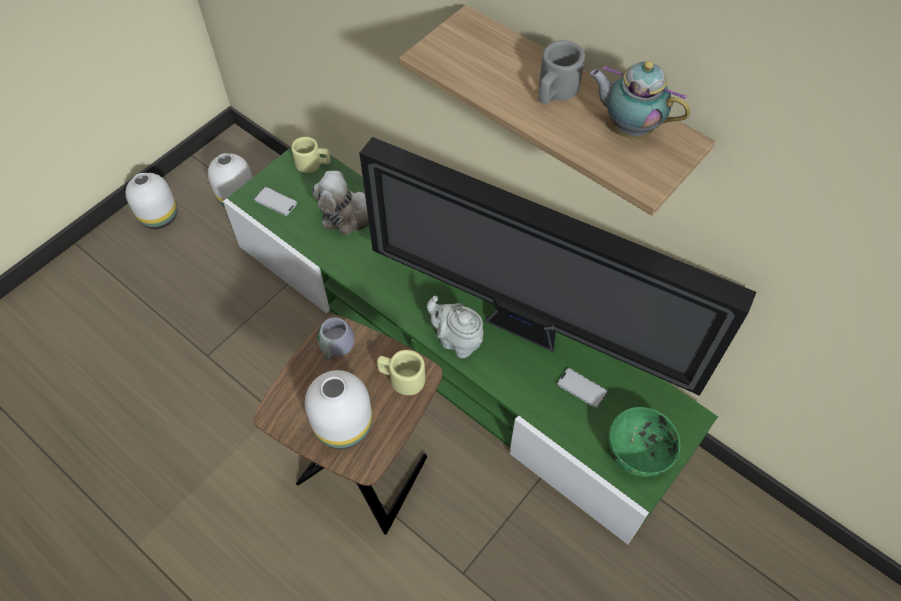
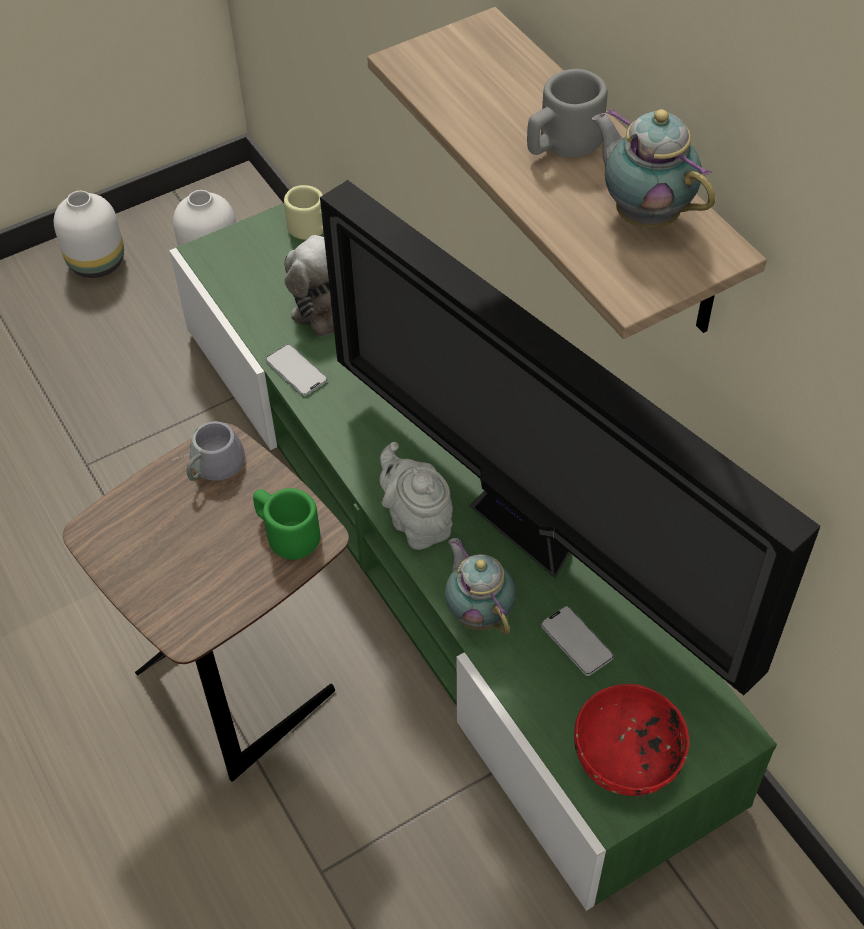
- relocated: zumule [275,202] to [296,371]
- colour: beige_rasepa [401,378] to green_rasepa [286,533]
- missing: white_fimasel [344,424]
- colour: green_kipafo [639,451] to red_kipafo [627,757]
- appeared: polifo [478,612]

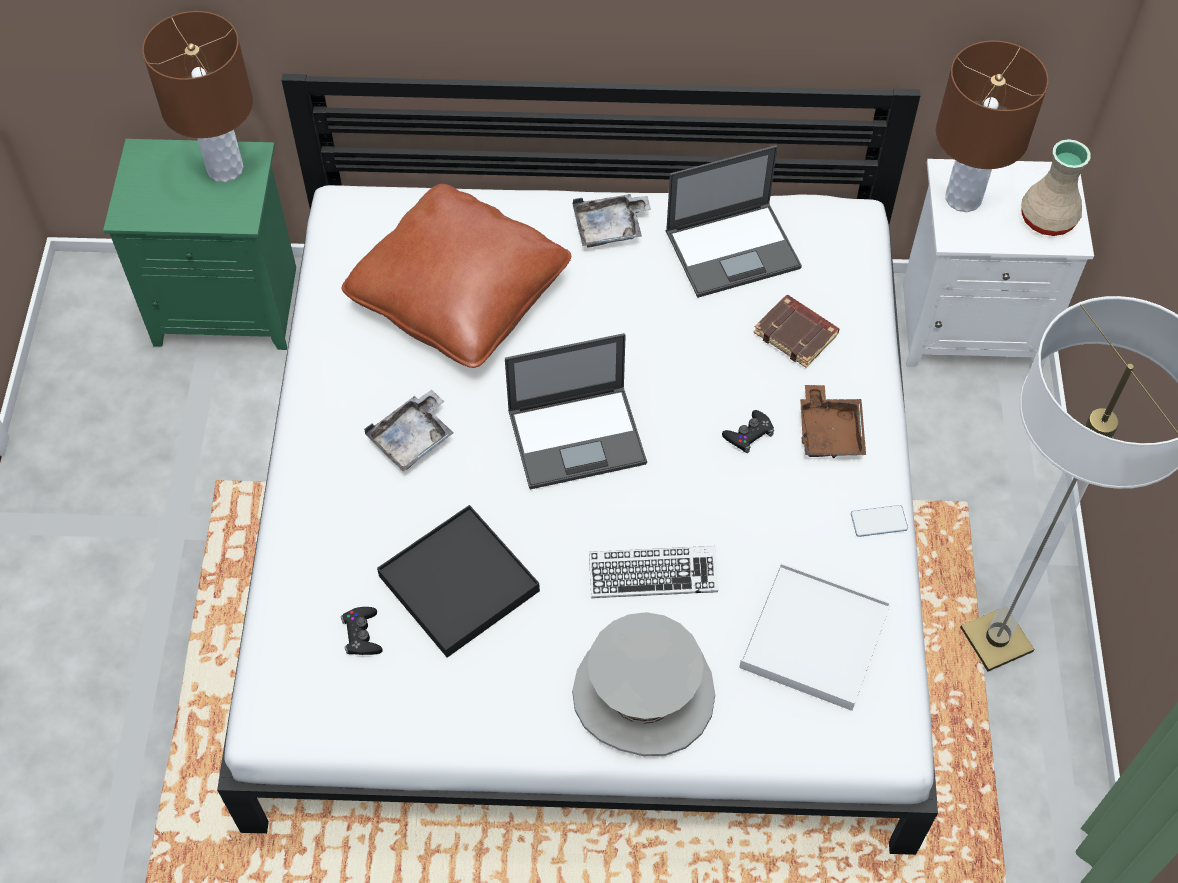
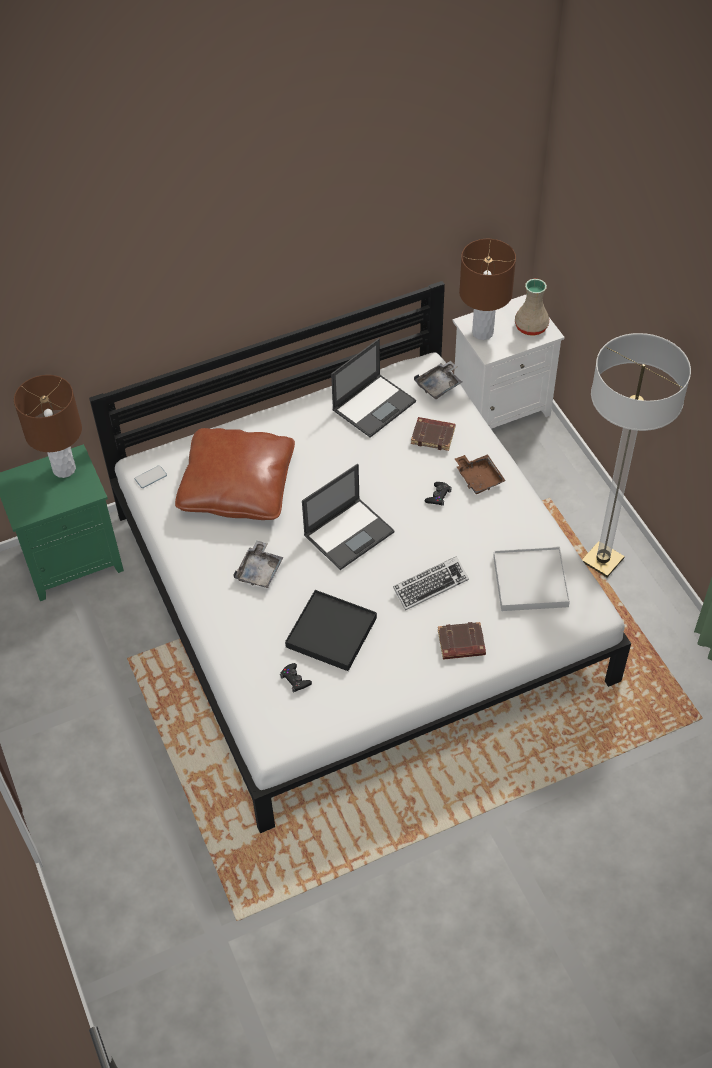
- relocated: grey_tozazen [610,228] to [439,385]
- relocated: zumule [879,521] to [150,477]
- exchanged: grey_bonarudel [643,693] to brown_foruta [461,644]

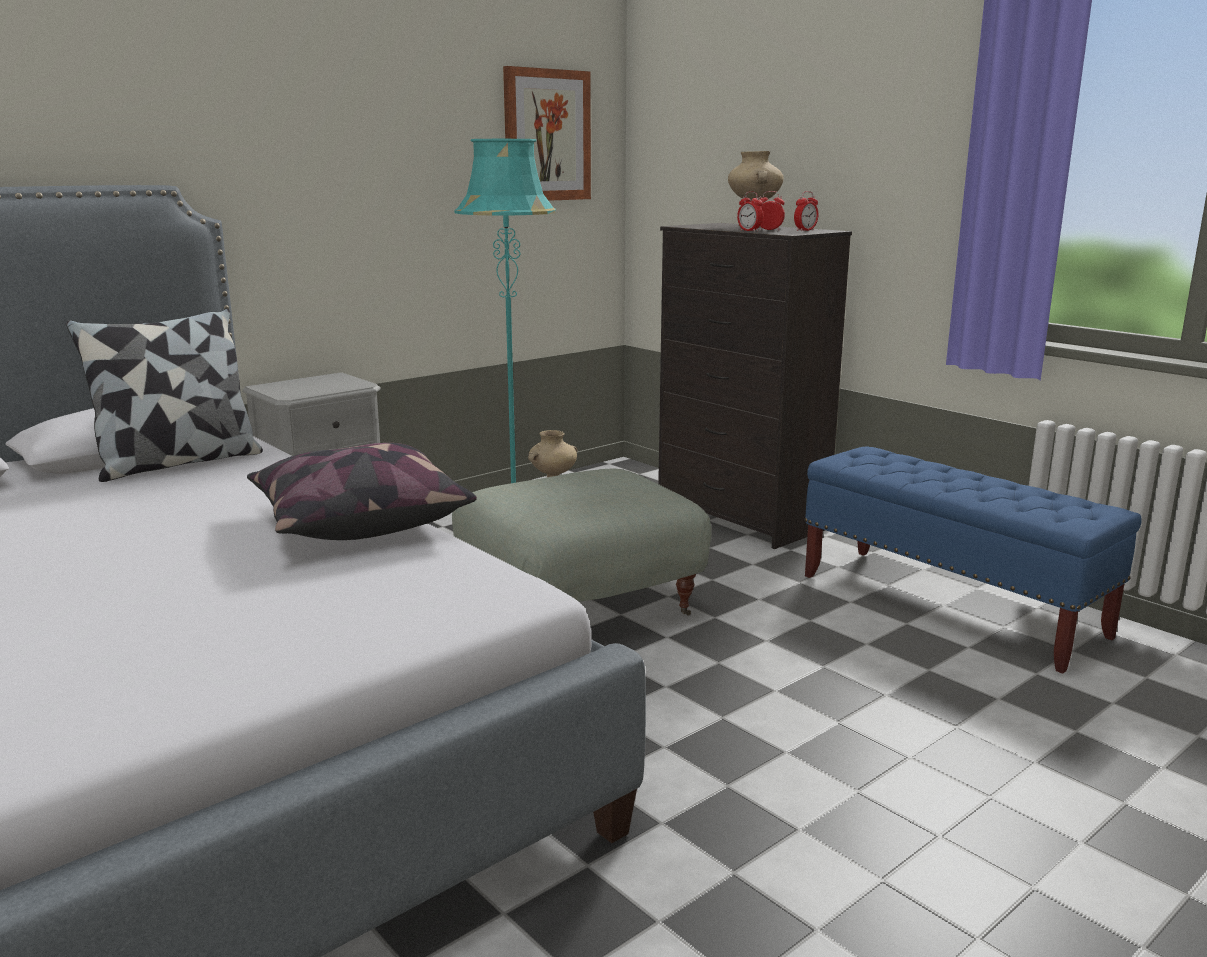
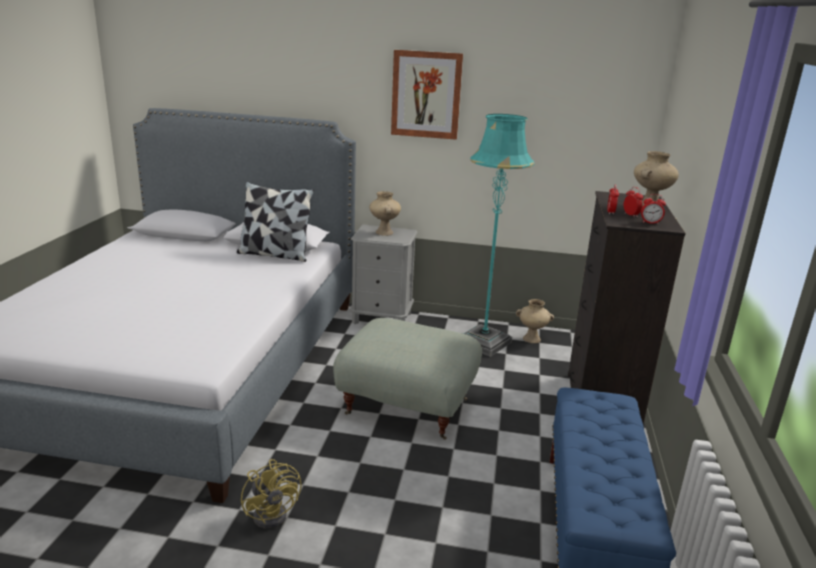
- relocated: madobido [546,135] to [426,94]
- missing: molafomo [358,521]
- appeared: beige_fimasel [383,232]
- appeared: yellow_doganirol [274,512]

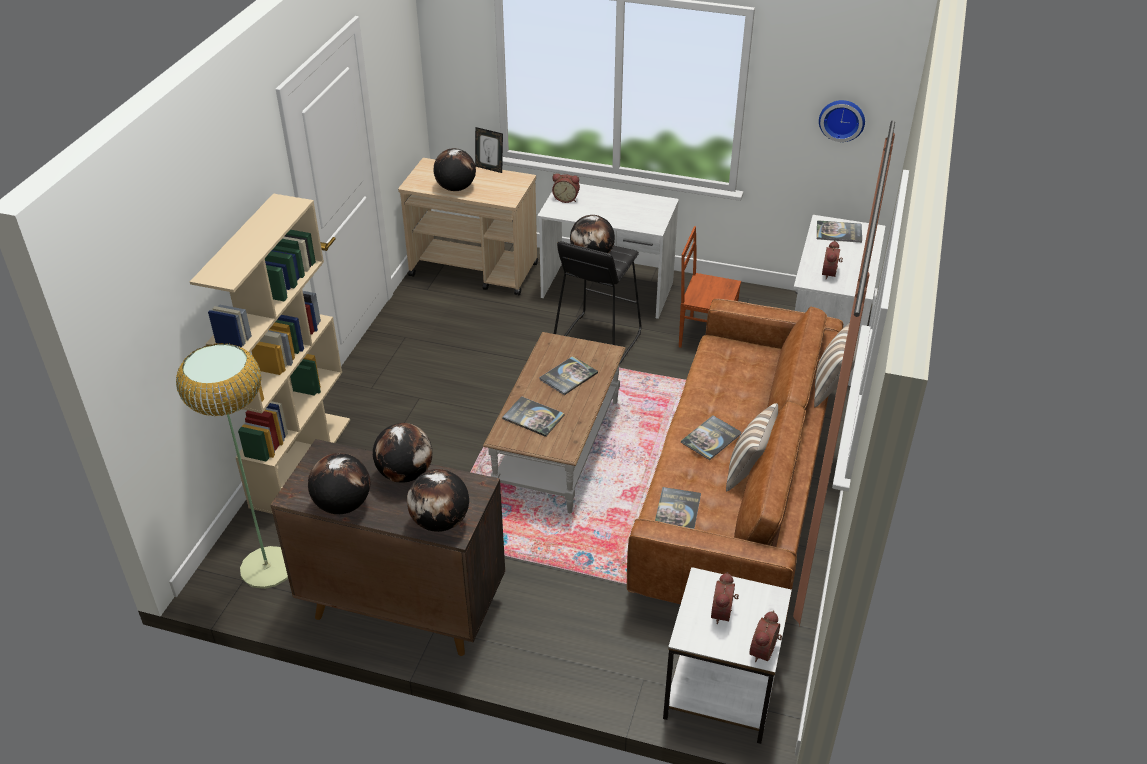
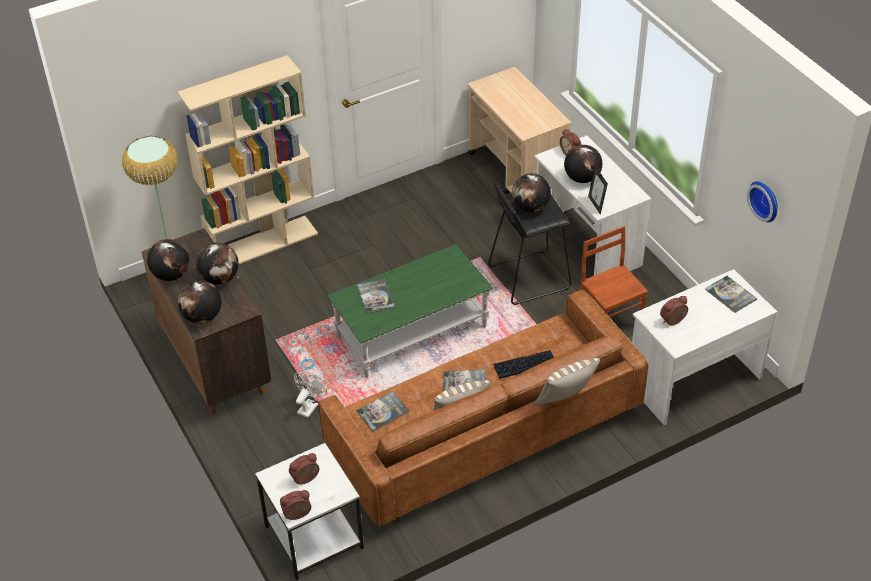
- relocated: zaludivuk [489,168] to [596,204]
- relocated: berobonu [455,188] to [581,178]
- colour: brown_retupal [558,448] to green_retupal [411,332]
- missing: foruta [568,376]
- appeared: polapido [524,365]
- appeared: white_doganirol [309,406]

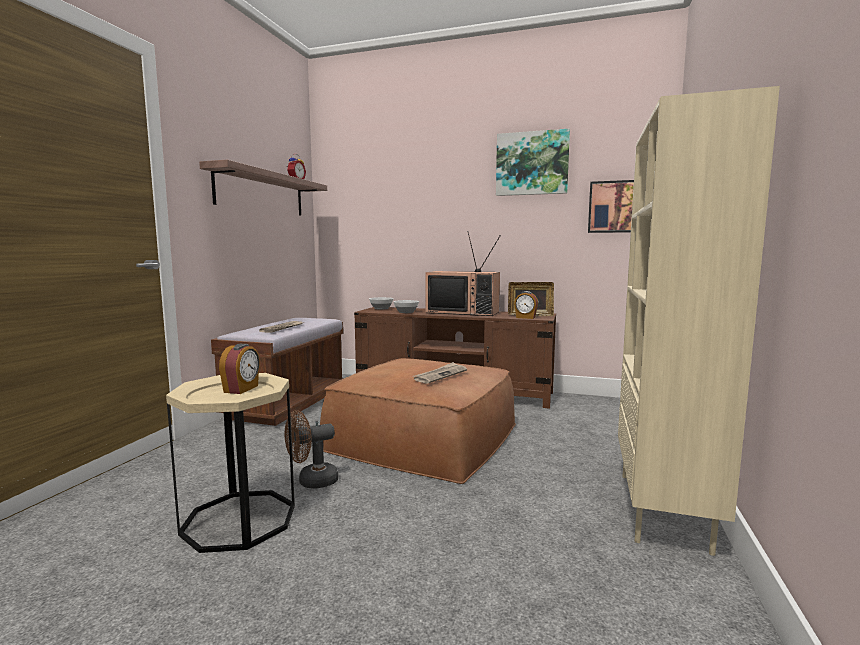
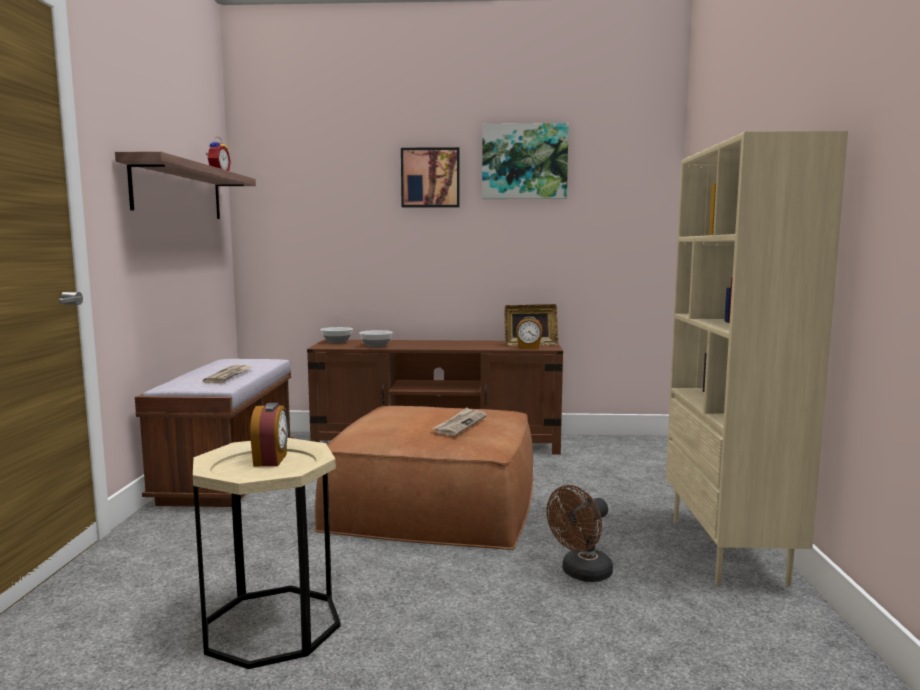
- relocated: madobido [615,207] to [430,178]
- missing: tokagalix [464,312]
- relocated: brown_doganirol [311,481] to [581,574]

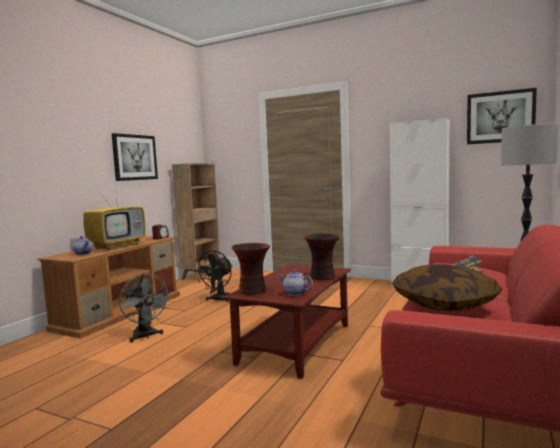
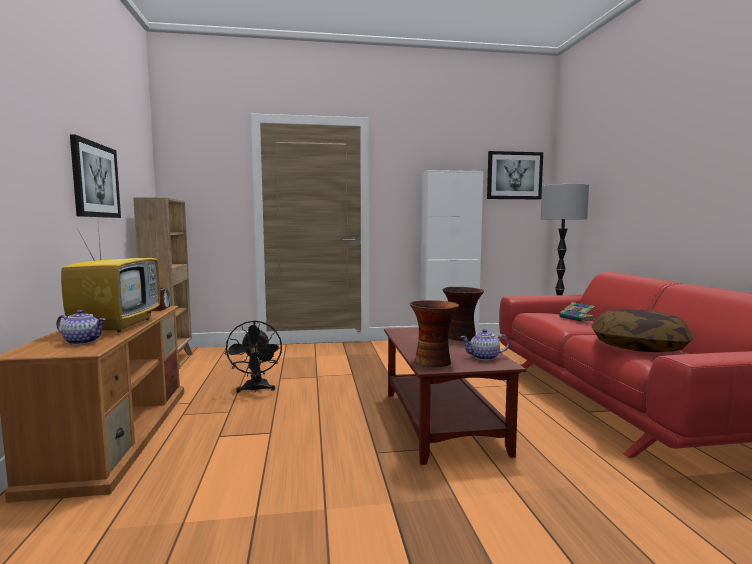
- missing: grey_doganirol [145,337]

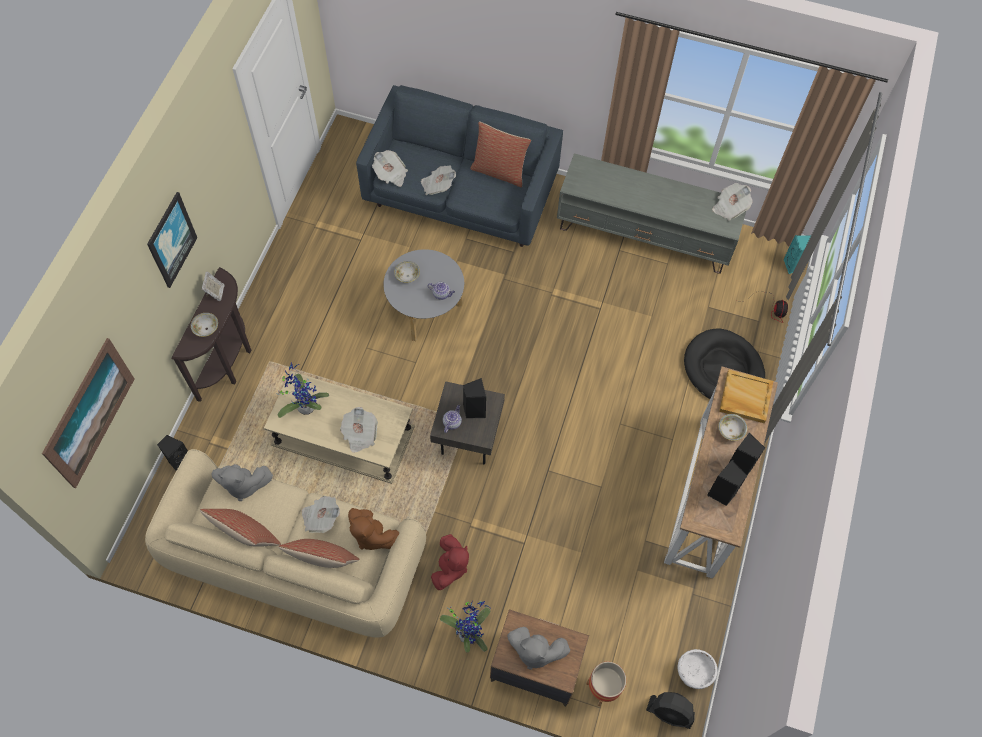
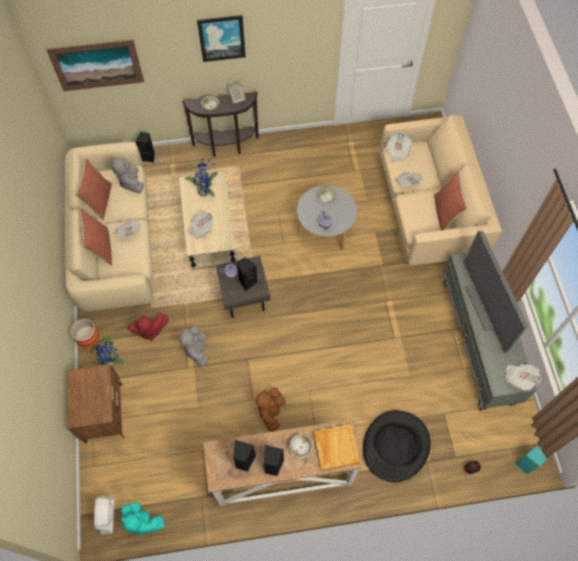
- colour: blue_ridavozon [460,194] to beige_ridavozon [428,209]
- relocated: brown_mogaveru [372,535] to [271,411]
- relocated: grey_mogaveru [534,651] to [197,350]
- exchanged: white_kipafo [693,672] to turquoise_mogaveru [142,521]
- relocated: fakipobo [603,689] to [91,342]
- colour: black_doganirol [670,712] to white_doganirol [107,516]
- appeared: tokagalix [486,306]

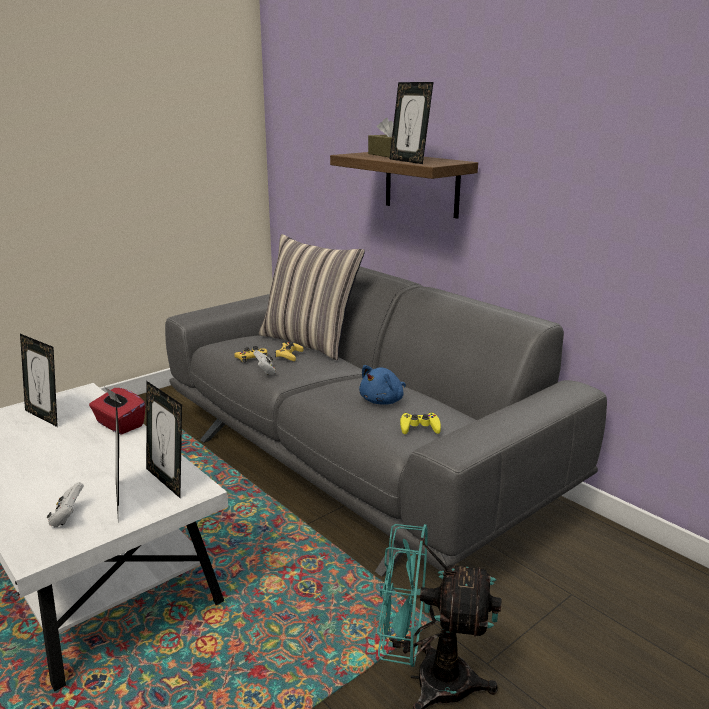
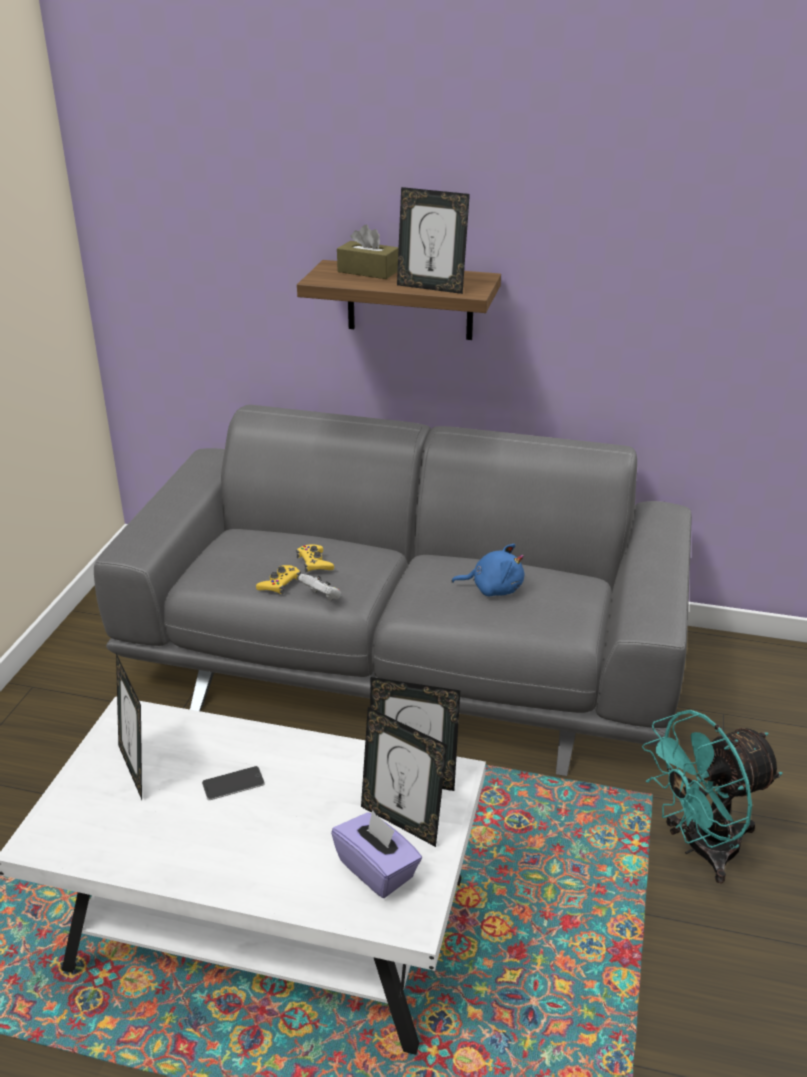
- missing: molafomo [309,342]
- spun: zaludivuk [45,416] = [136,769] 60 degrees clockwise
- spun: blue_mogaveru [383,401] = [493,588] 90 degrees counterclockwise
- missing: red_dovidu [119,424]
- missing: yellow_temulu [419,427]
- exchanged: white_temulu [67,517] to purple_dovidu [377,869]
- appeared: zumule [233,783]

